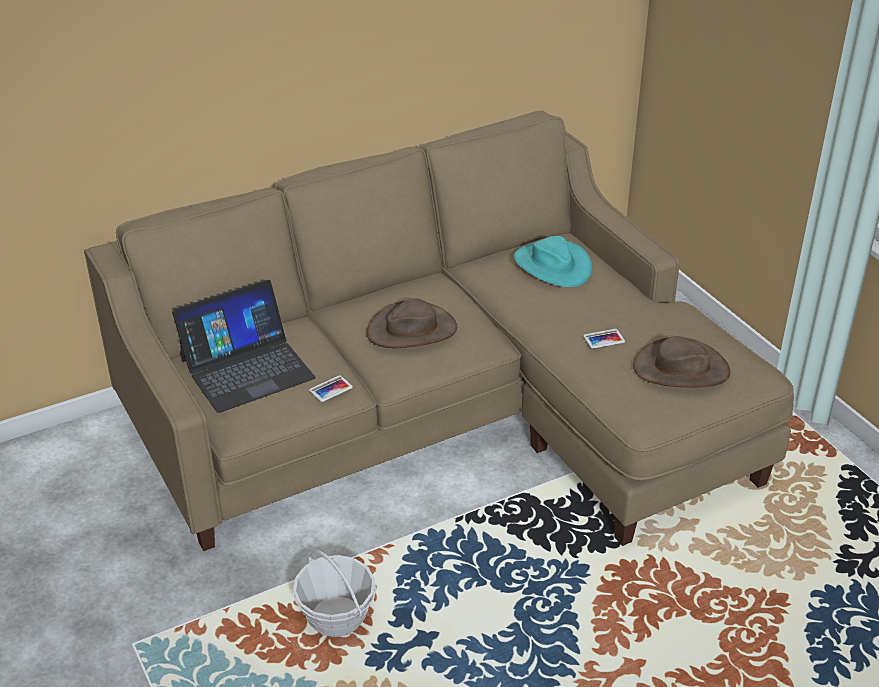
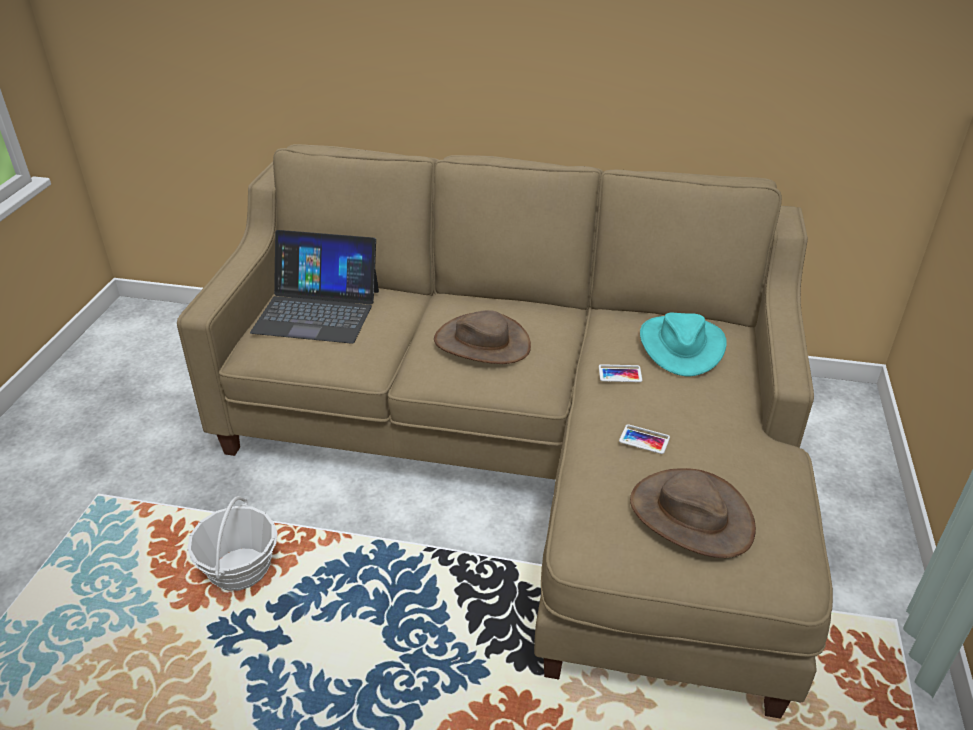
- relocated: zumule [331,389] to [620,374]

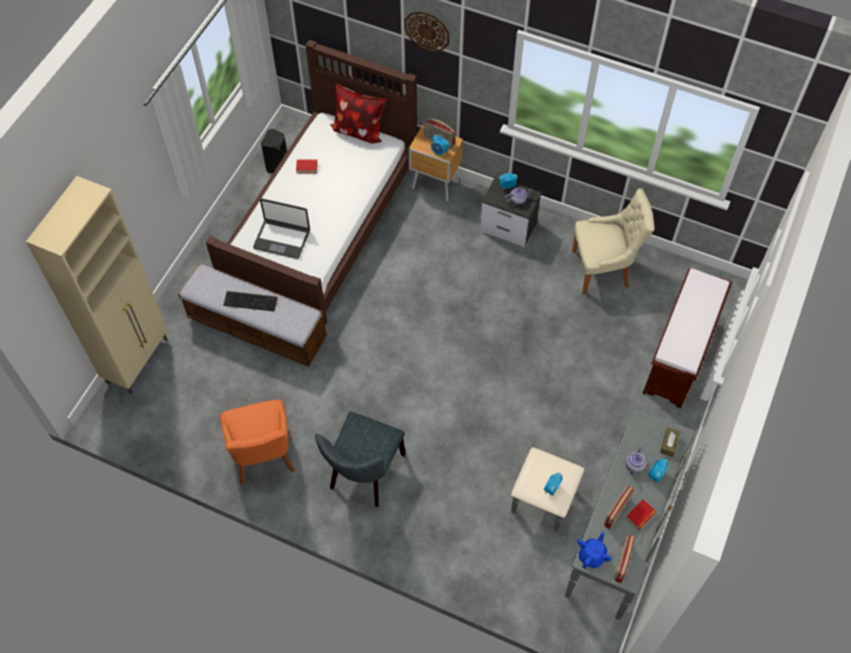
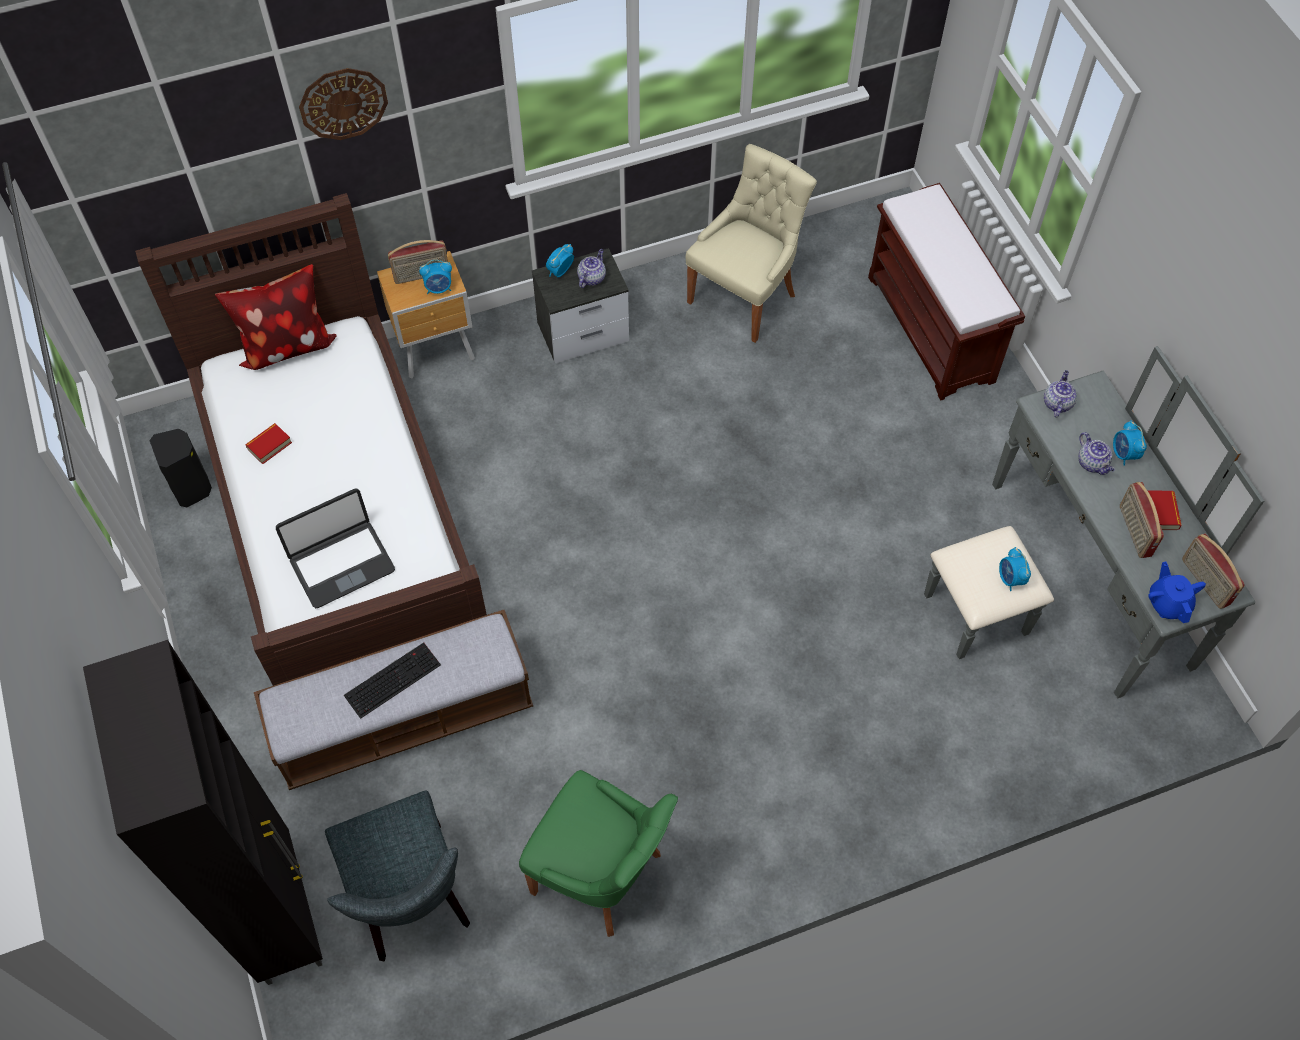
- colour: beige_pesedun [138,360] to black_pesedun [280,911]
- colour: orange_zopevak [263,457] to green_zopevak [601,874]
- relocated: grey_zopevak [364,475] to [411,900]
- missing: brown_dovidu [669,444]
- appeared: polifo [1057,403]

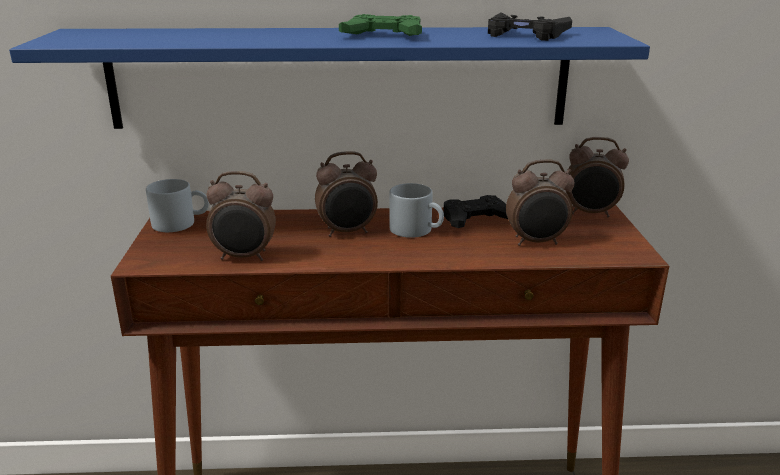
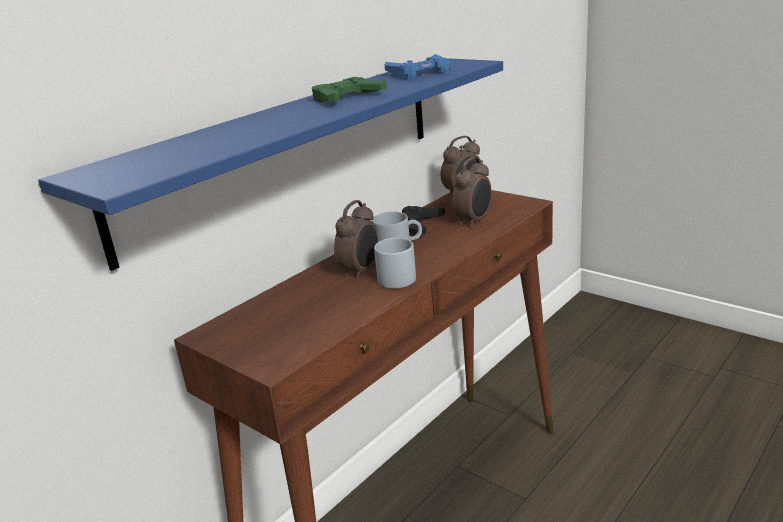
- colour: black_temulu [525,34] to blue_temulu [420,73]
- missing: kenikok [244,257]
- relocated: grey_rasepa [181,223] to [399,276]

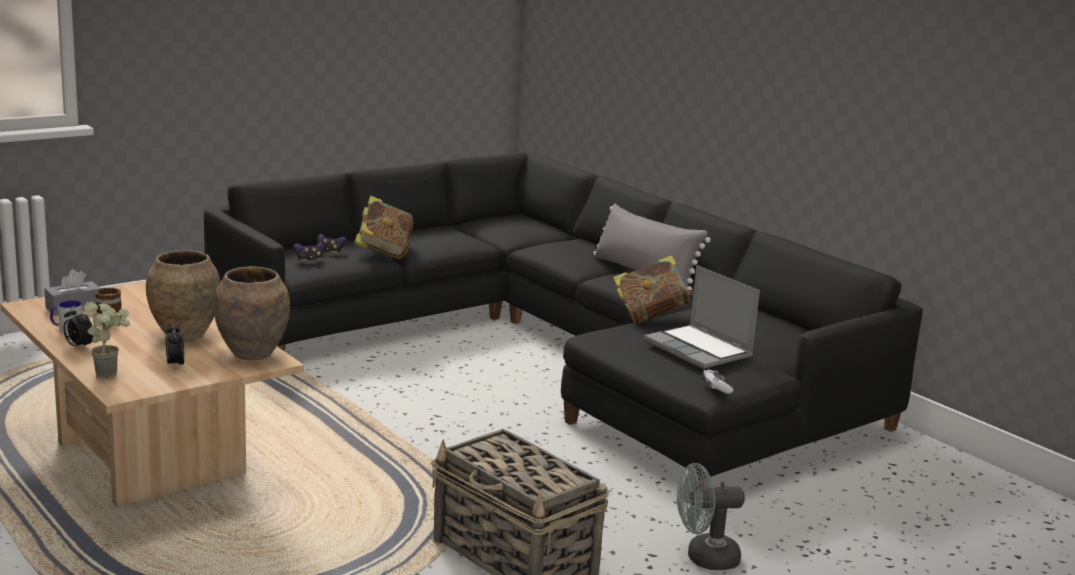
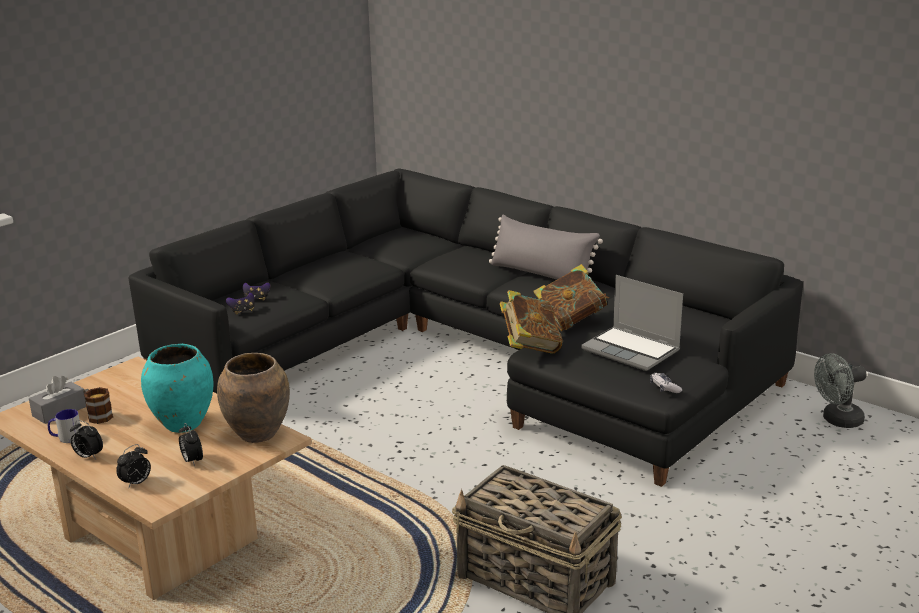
- relocated: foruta [384,252] to [530,346]
- colour: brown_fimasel [184,335] to turquoise_fimasel [182,425]
- exchanged: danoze [111,373] to kenikok [136,483]
- relocated: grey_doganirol [704,558] to [837,421]

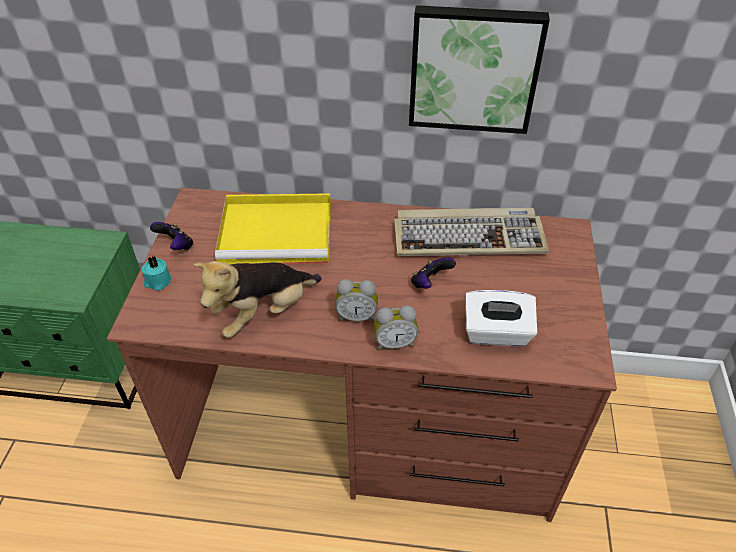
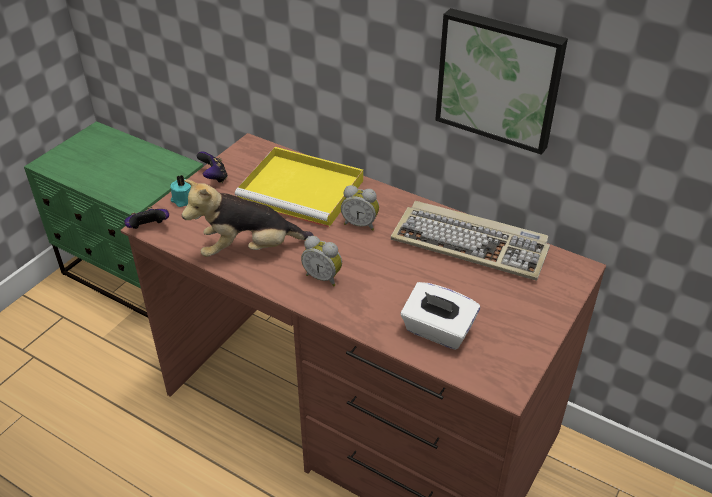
- relocated: temulu [430,283] to [148,229]
- relocated: kenikok [394,343] to [360,224]

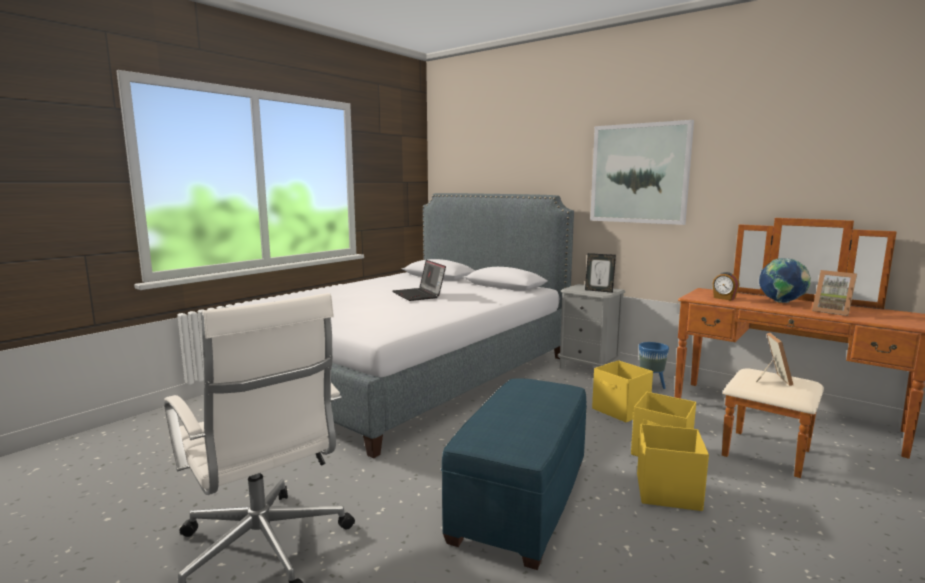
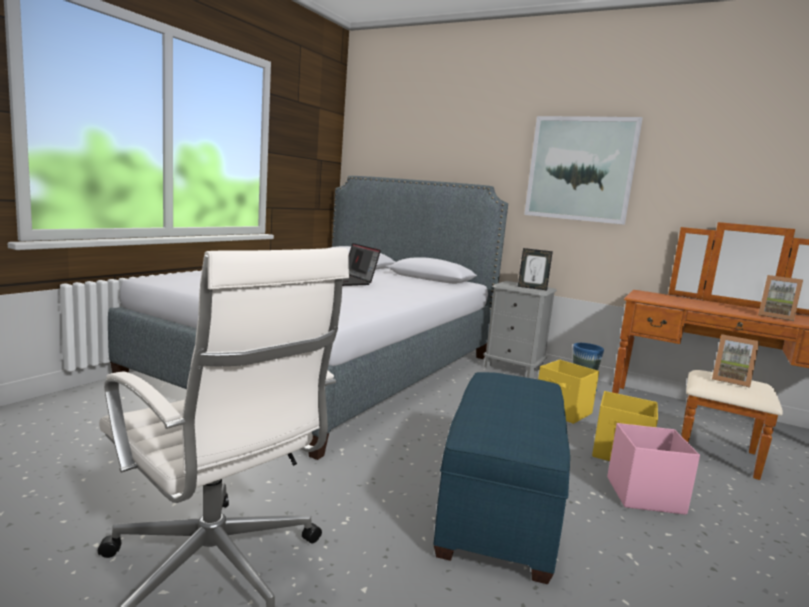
- missing: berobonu [781,302]
- missing: kenikok [724,298]
- spun: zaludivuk [772,379] = [730,380] 120 degrees clockwise
- colour: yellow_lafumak [666,492] to pink_lafumak [643,495]

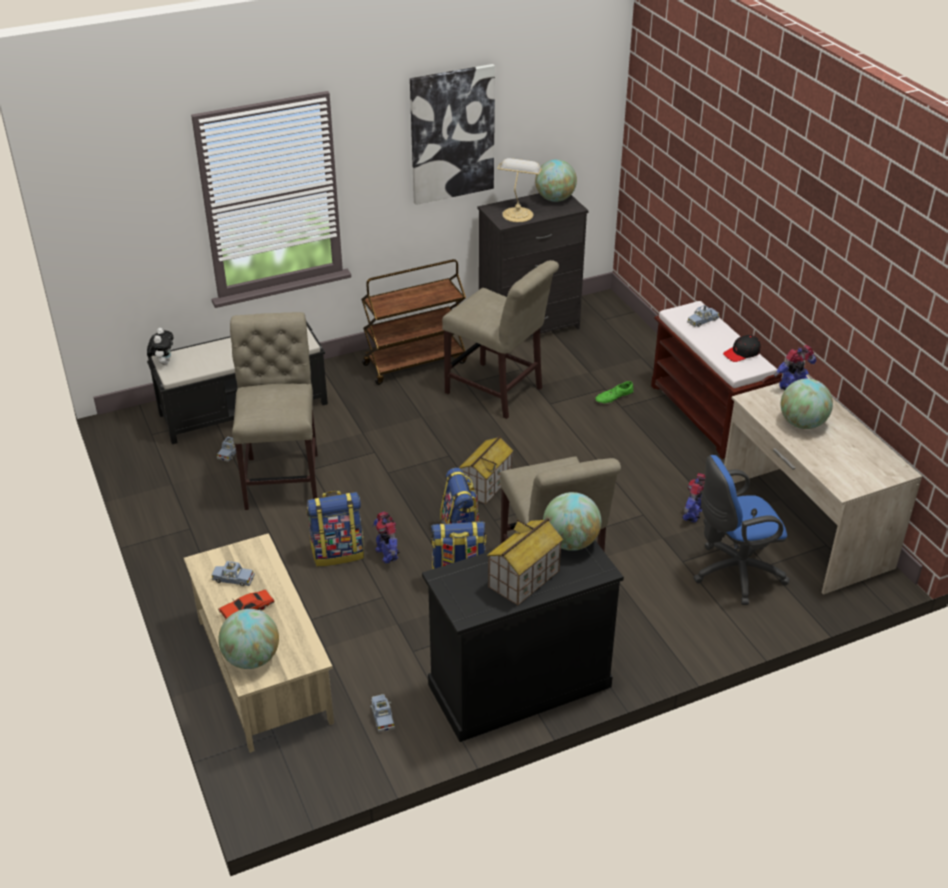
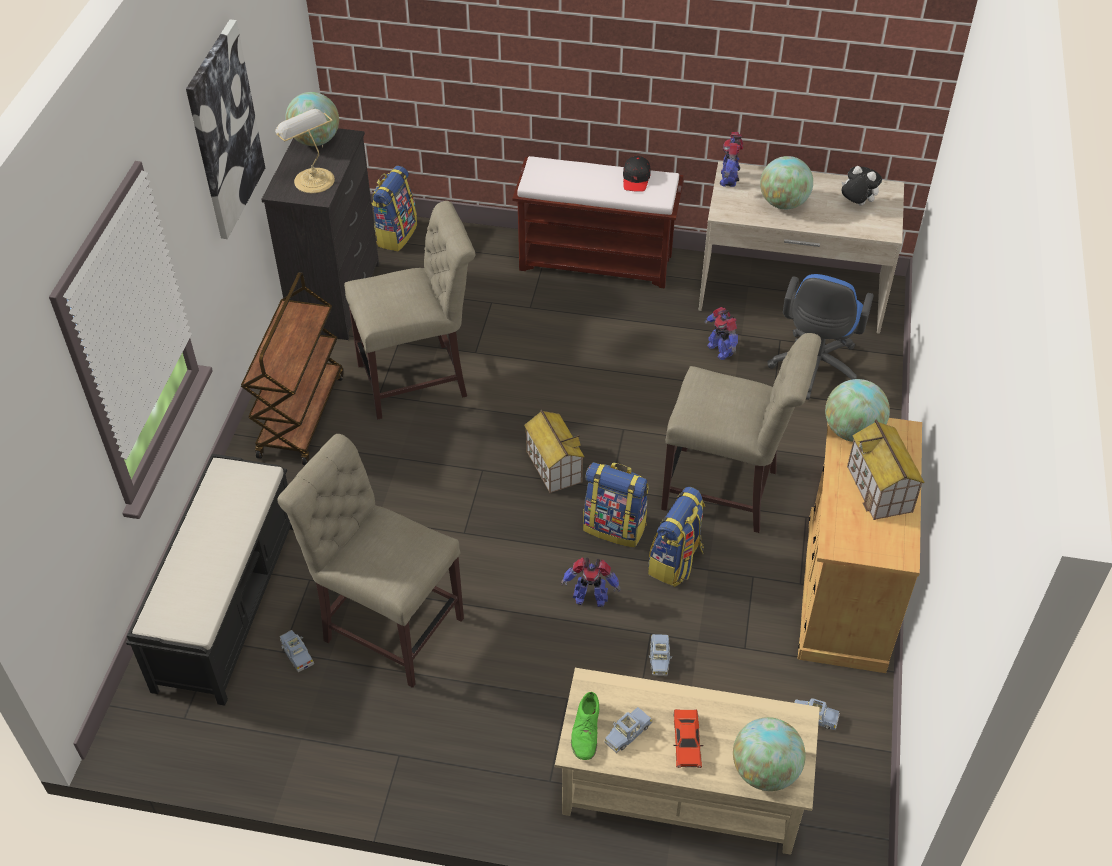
- relocated: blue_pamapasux [702,321] to [659,657]
- relocated: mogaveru [163,362] to [856,204]
- relocated: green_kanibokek [613,397] to [586,731]
- relocated: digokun [338,553] to [395,234]
- colour: black_pesedun [519,685] to beige_pesedun [845,591]

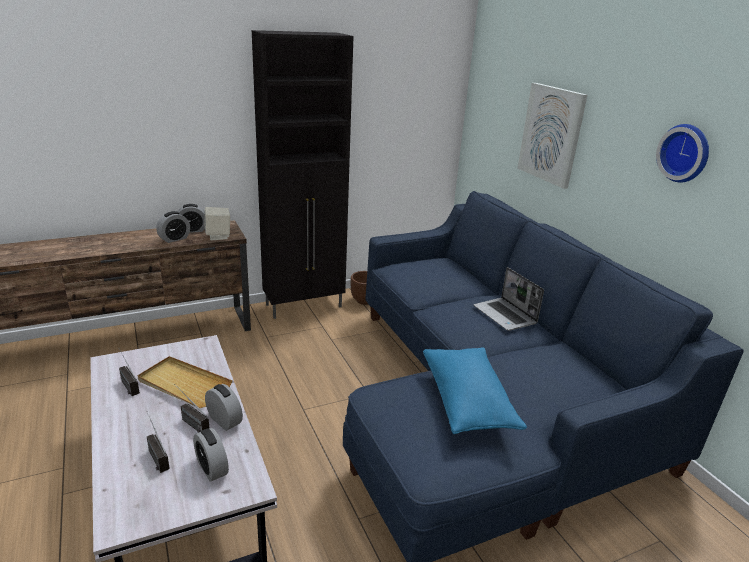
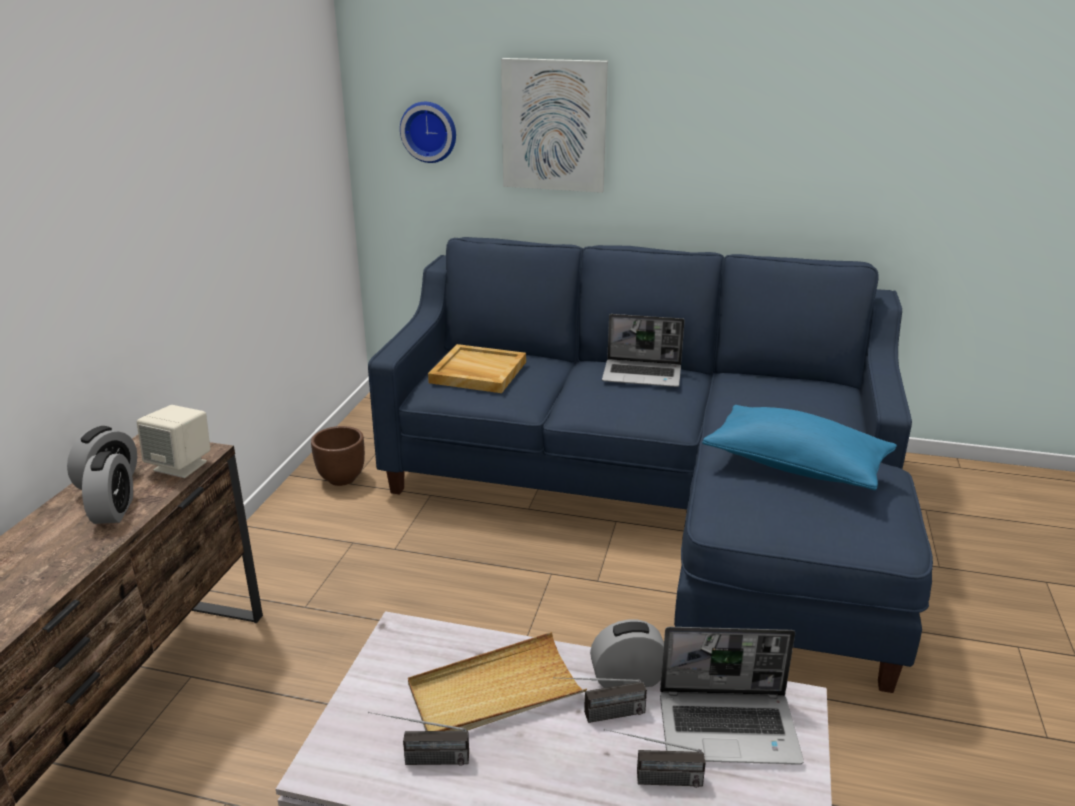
- missing: black_pesedun [305,306]
- relocated: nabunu [685,153] to [429,131]
- exchanged: kenikok [212,468] to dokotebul [729,727]
- appeared: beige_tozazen [477,372]

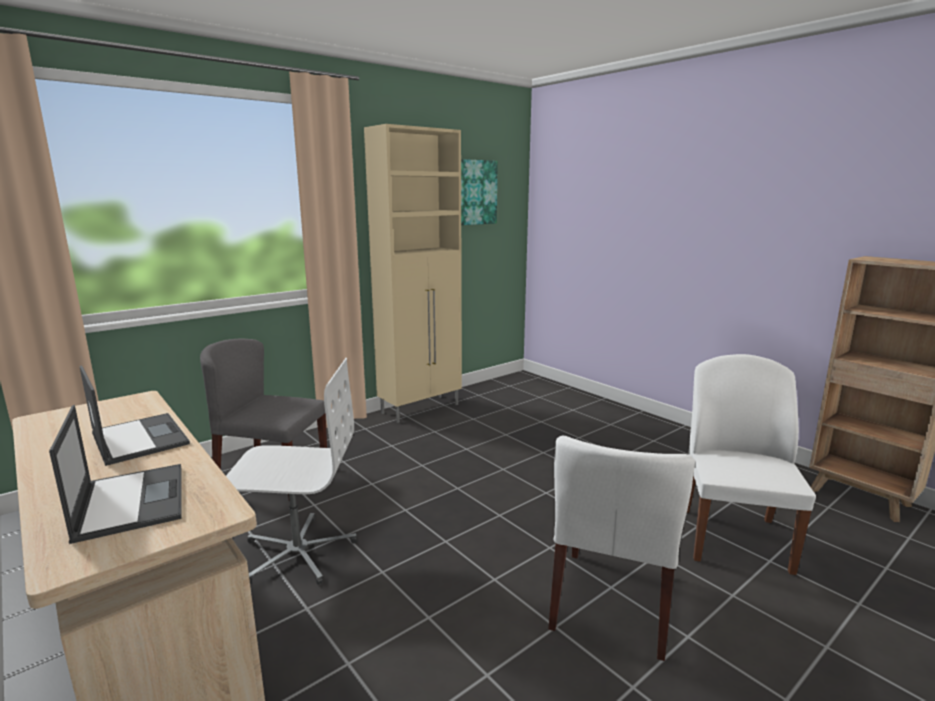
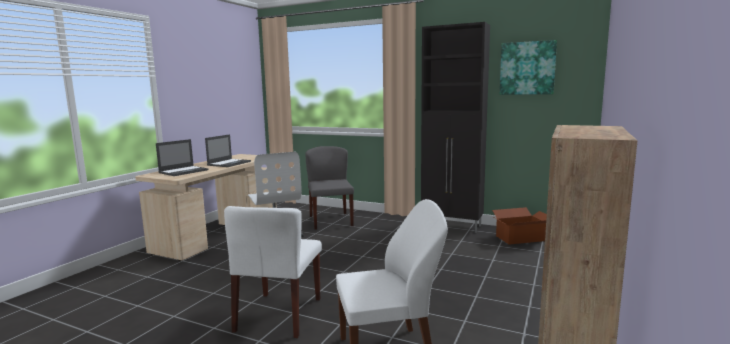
- colour: beige_pesedun [421,408] to black_pesedun [452,226]
- spun: white_zopevak [612,602] = [279,314] 75 degrees counterclockwise
- appeared: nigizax [519,238]

